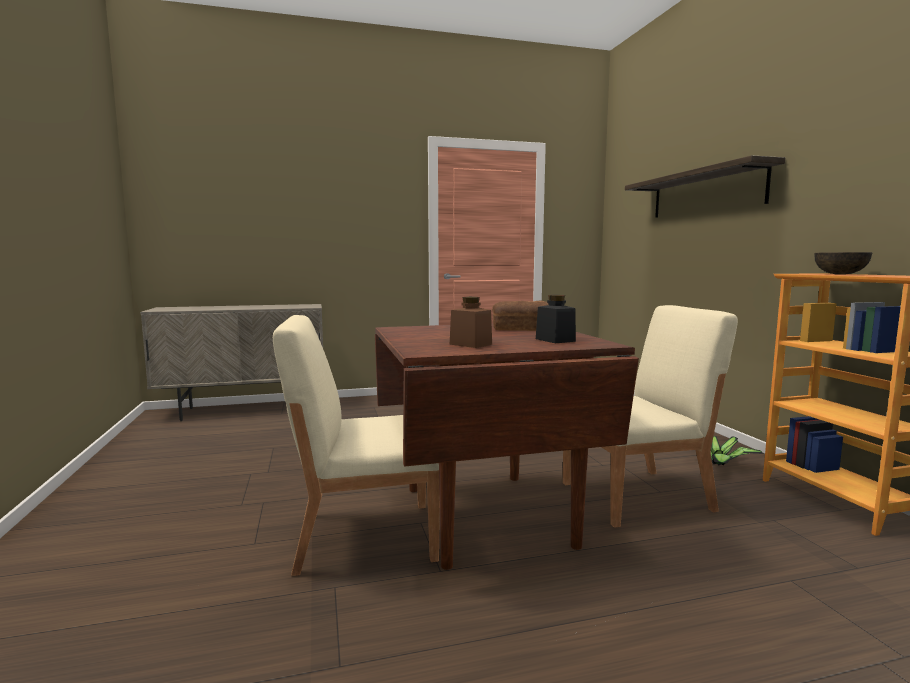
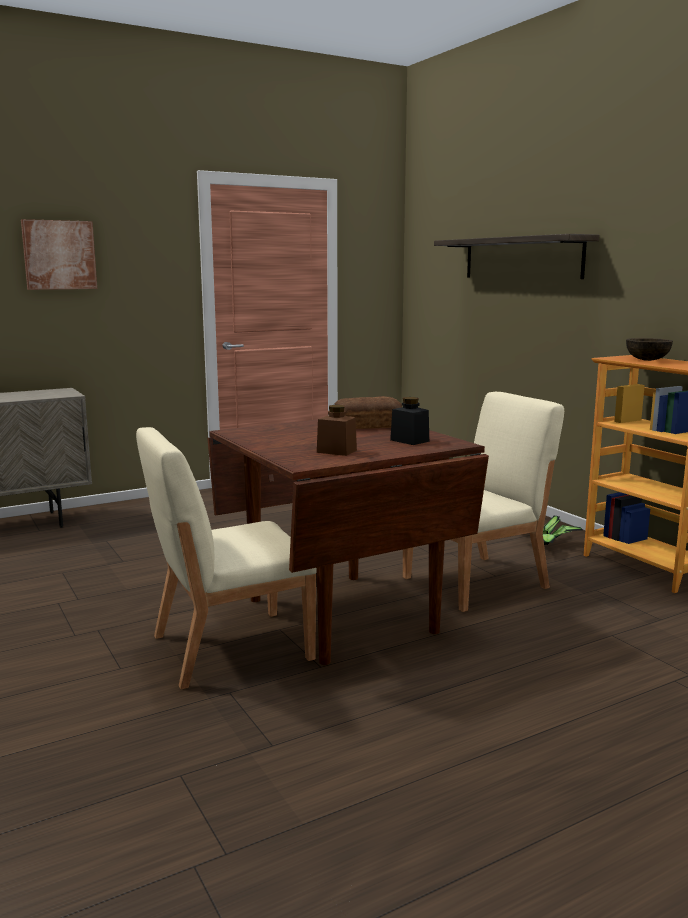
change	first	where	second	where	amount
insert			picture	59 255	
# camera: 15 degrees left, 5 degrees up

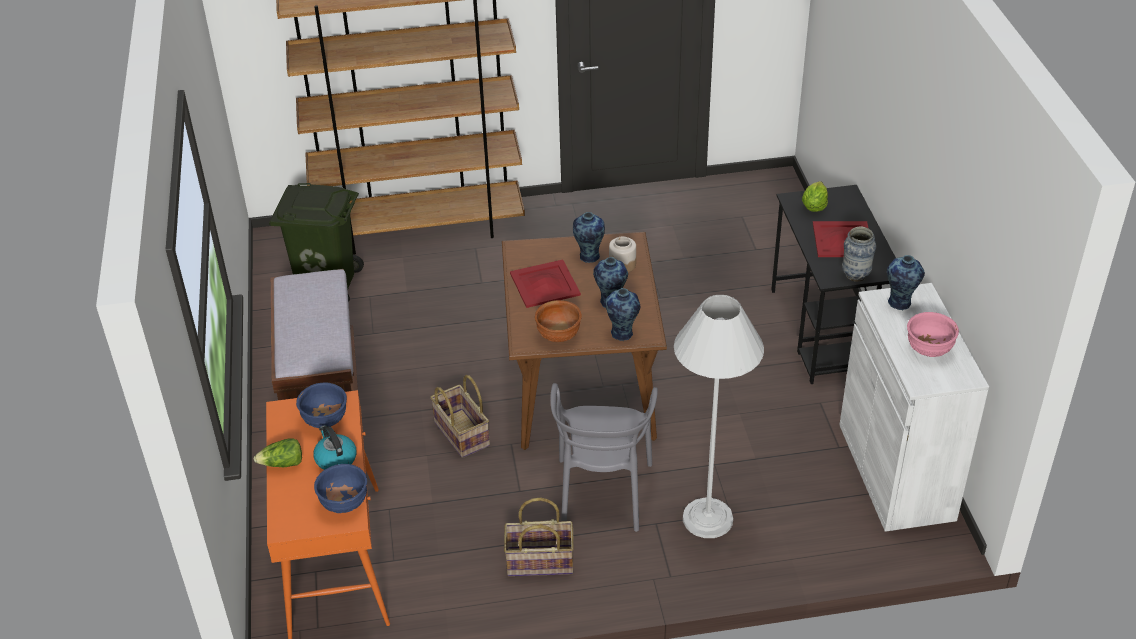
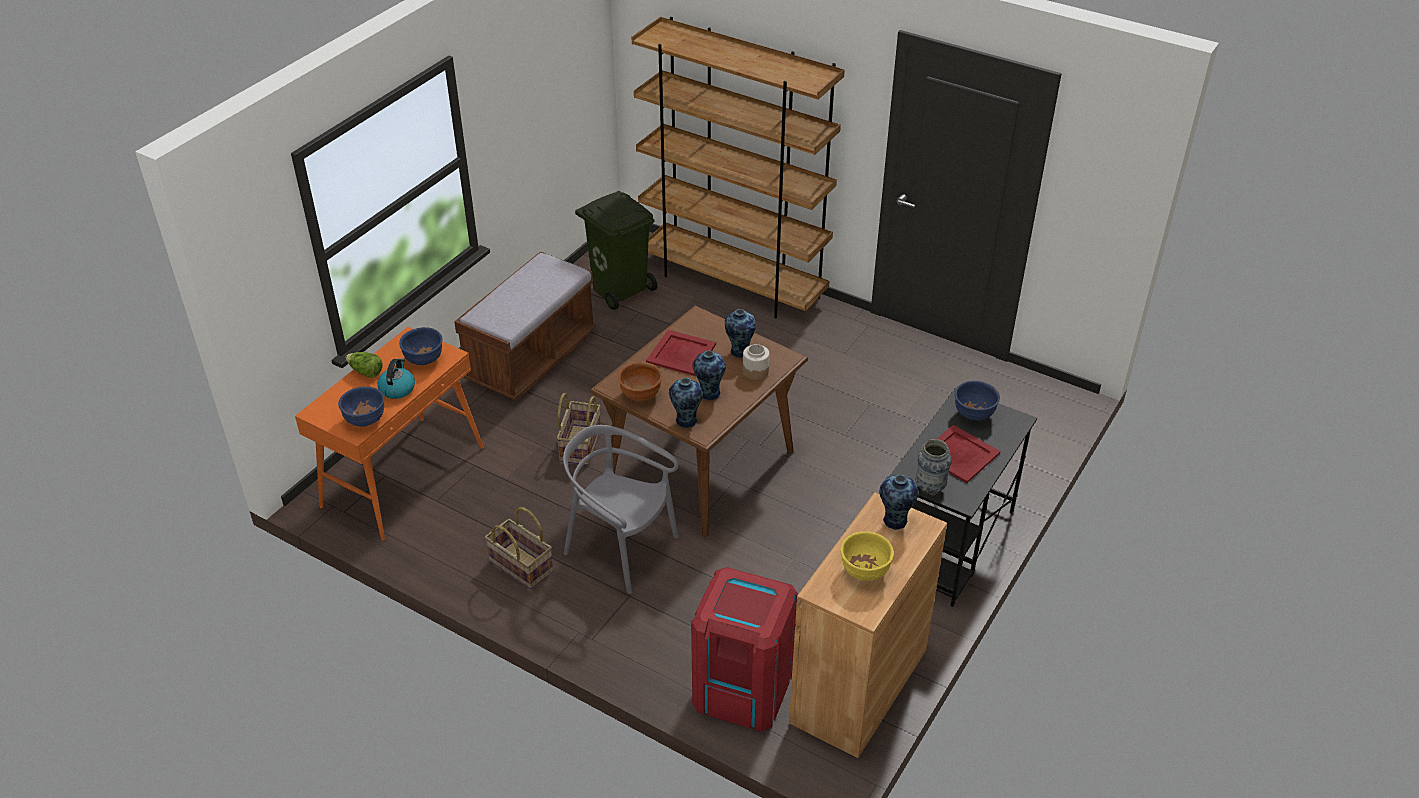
change	first	where	second	where	amount
delete	floor lamp (white)	708 518			
insert			trash can (red)	743 689	
replace	lettuce	814 206	bowl (blue)	973 414	
recolor	cabinet (white)	896 471	cabinet (brown)	859 686	
recolor	bowl (pink)	928 350	bowl (yellow)	864 571	
rotate	chair (grey)	603 493		620 549	75 degrees clockwise
# camera: 40 degrees right, 0 degrees up

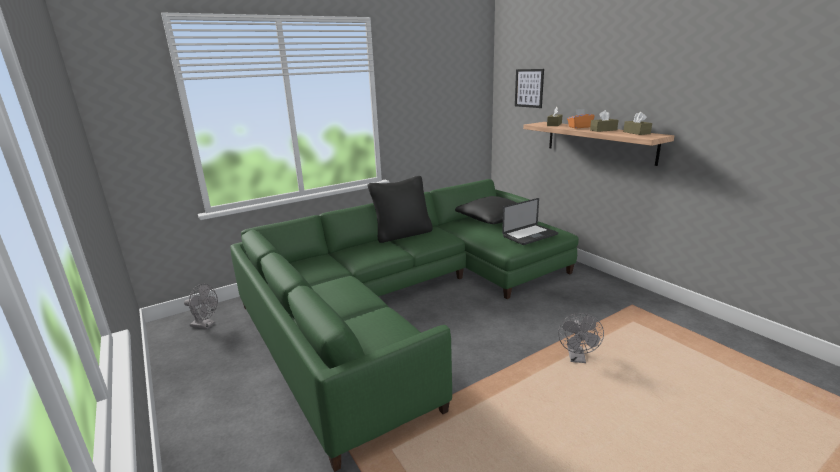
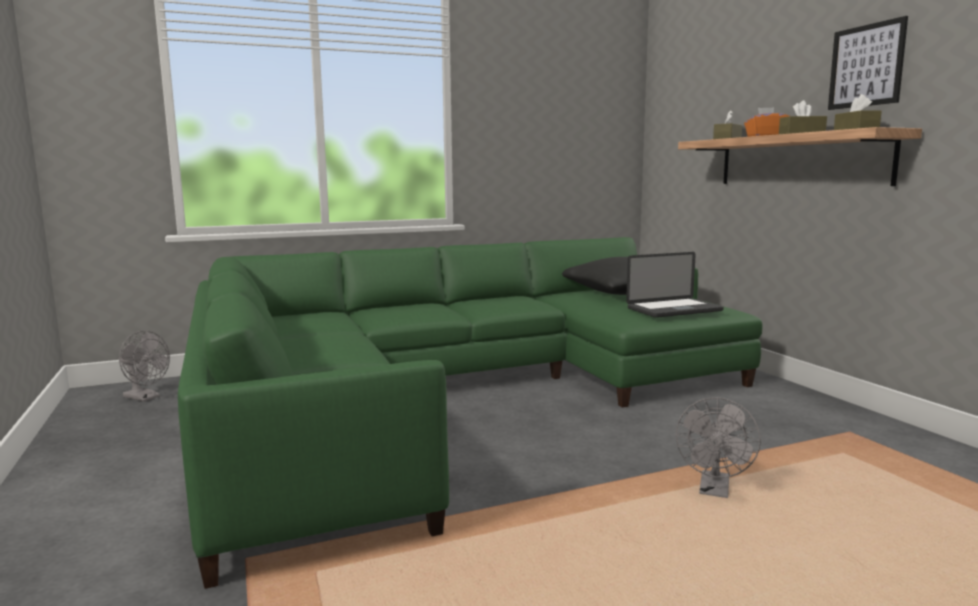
change	first	where	second	where	amount
delete	pillow (black)	402 234			
move	picture	529 88		866 66	
# camera: 10 degrees right, 10 degrees down

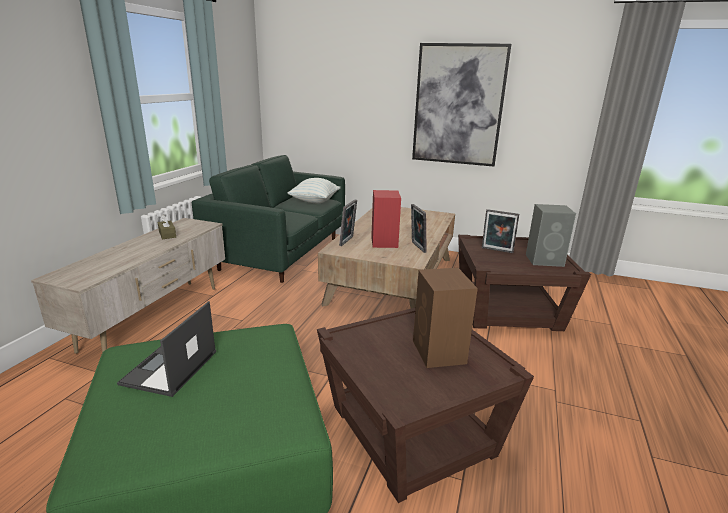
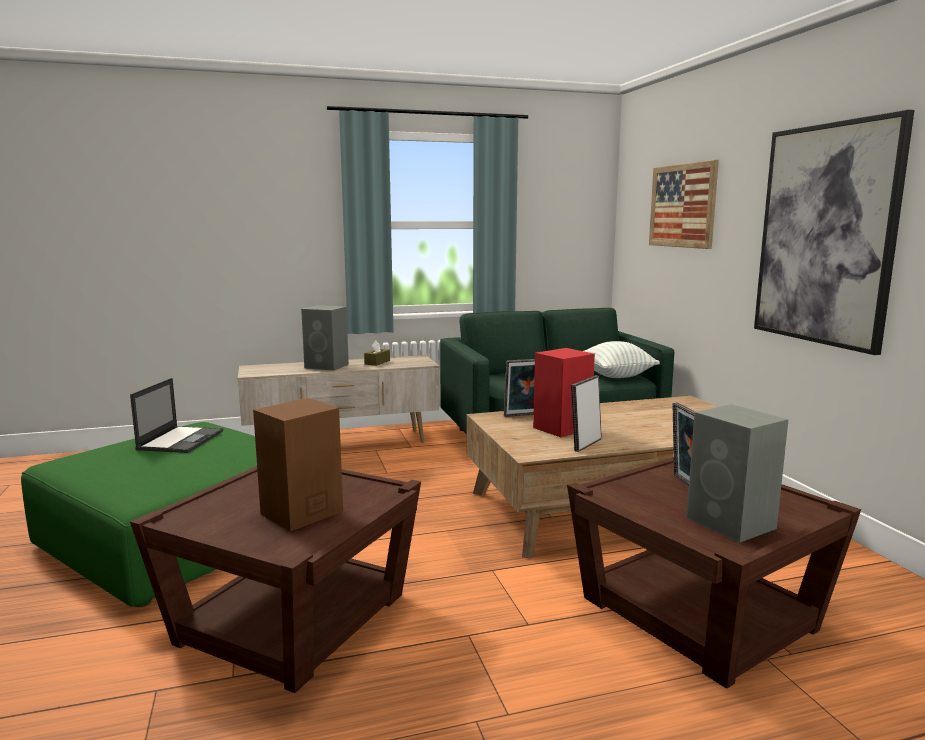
change	first	where	second	where	amount
insert			speaker (grey)	327 366	
insert			picture	682 206	
rotate	laptop	169 368		181 440	120 degrees clockwise
# camera: 55 degrees right, 10 degrees down

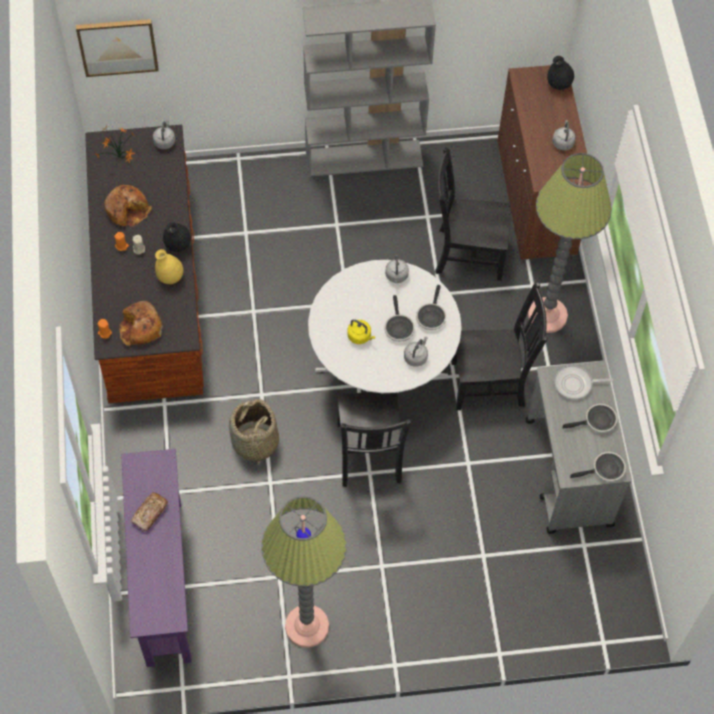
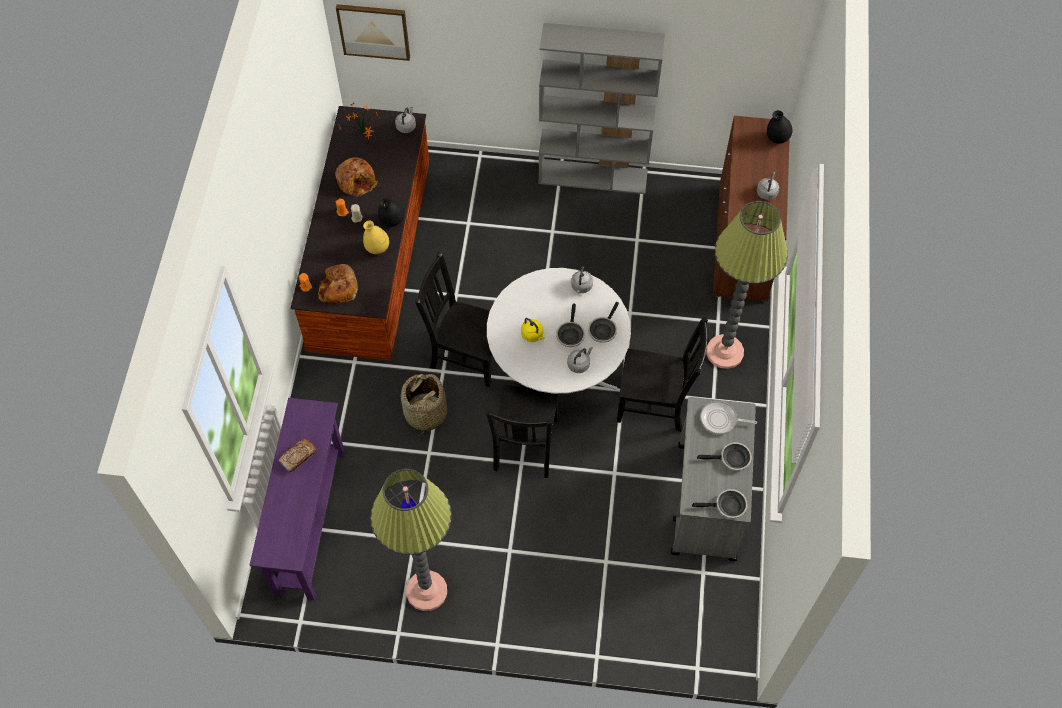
change	first	where	second	where	amount
move	chair (black)	467 253		466 354	
# camera: 15 degrees right, 0 degrees up

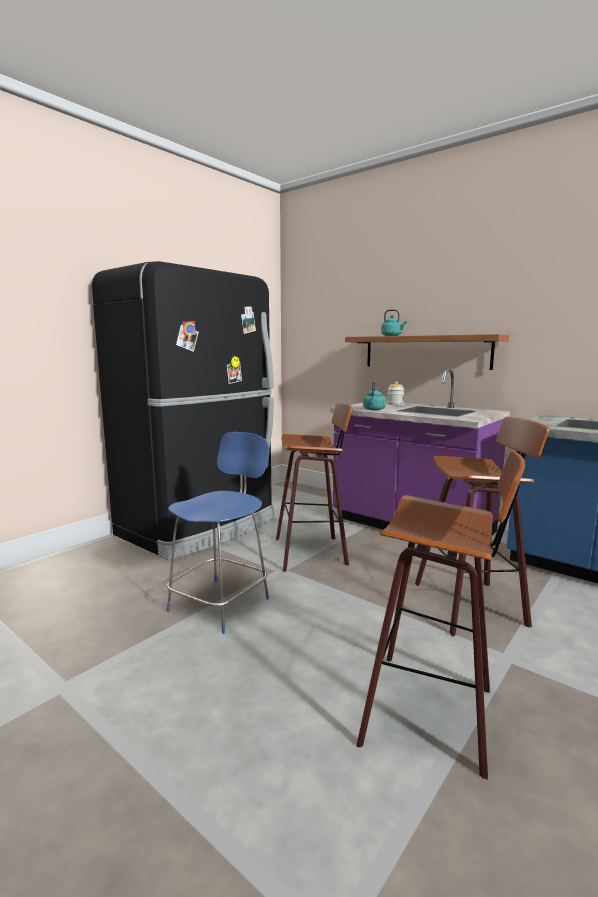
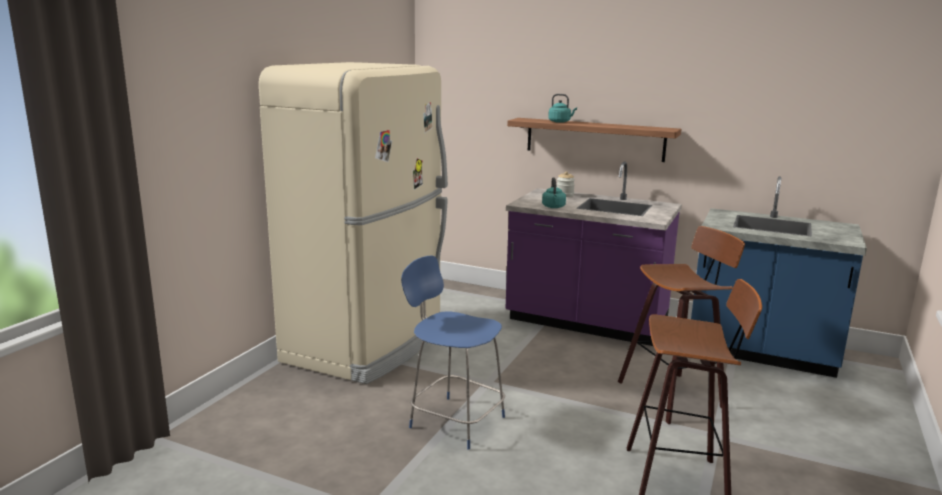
change	first	where	second	where	amount
delete	stool	313 551			
recolor	fridge (black)	199 527	fridge (beige)	368 343	
rotate	chair (blue)	222 603		454 421	75 degrees counterclockwise
# camera: 15 degrees left, 5 degrees up

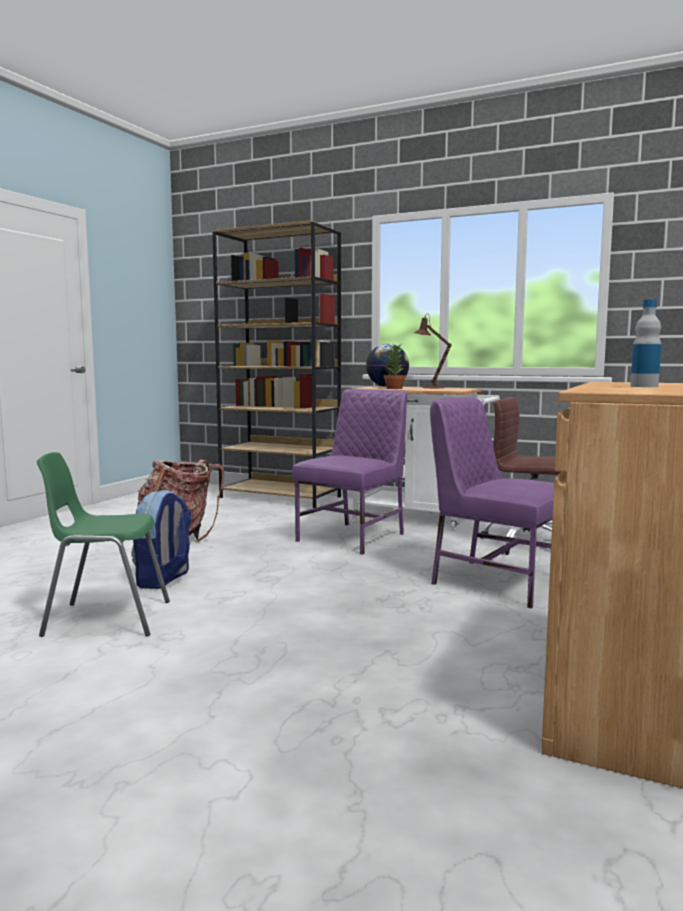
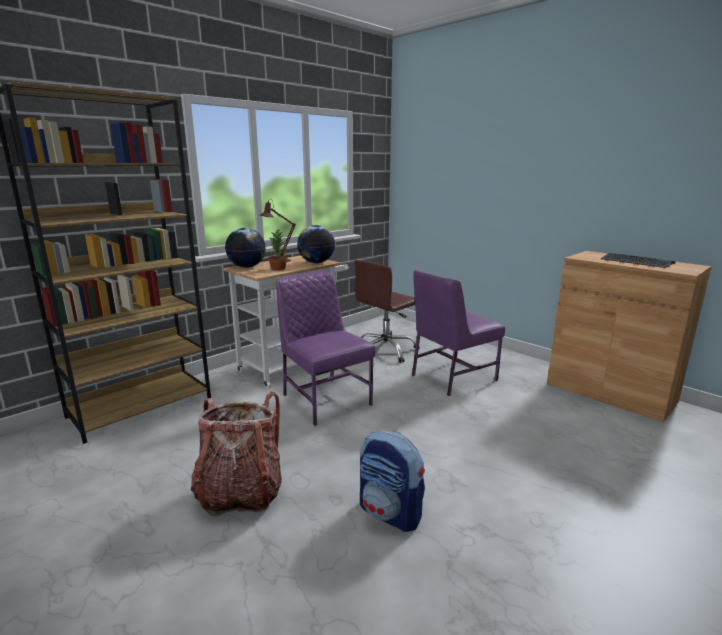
change	first	where	second	where	amount
delete	chair (green)	106 618			
insert			globe	316 262	
replace	bottle	644 386	keyboard	636 261	
# camera: 70 degrees left, 10 degrees up

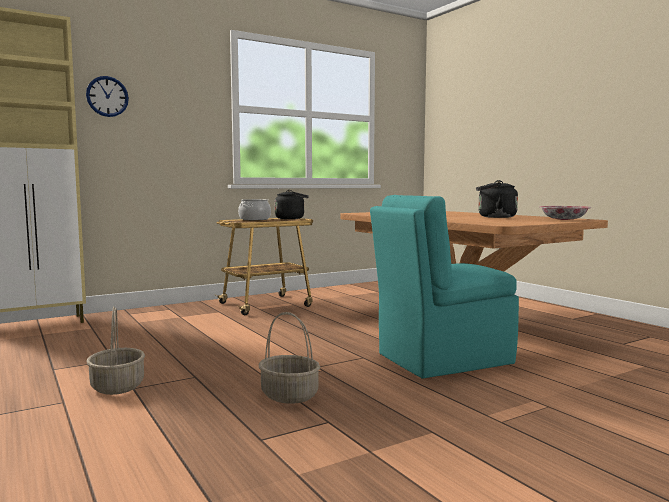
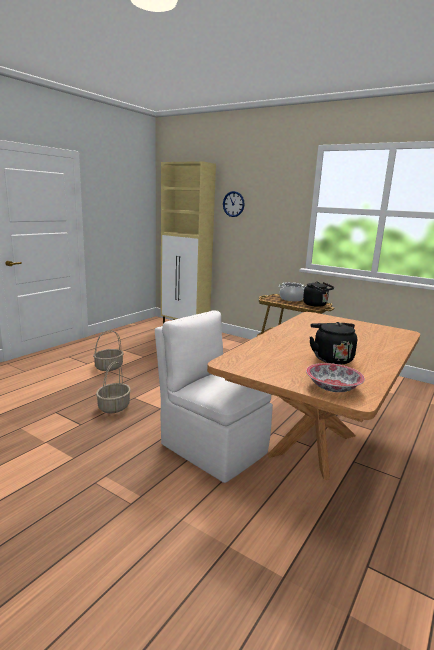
change	first	where	second	where	amount
recolor	chair (turquoise)	441 359	chair (white)	212 447	
# camera: 65 degrees right, 10 degrees up

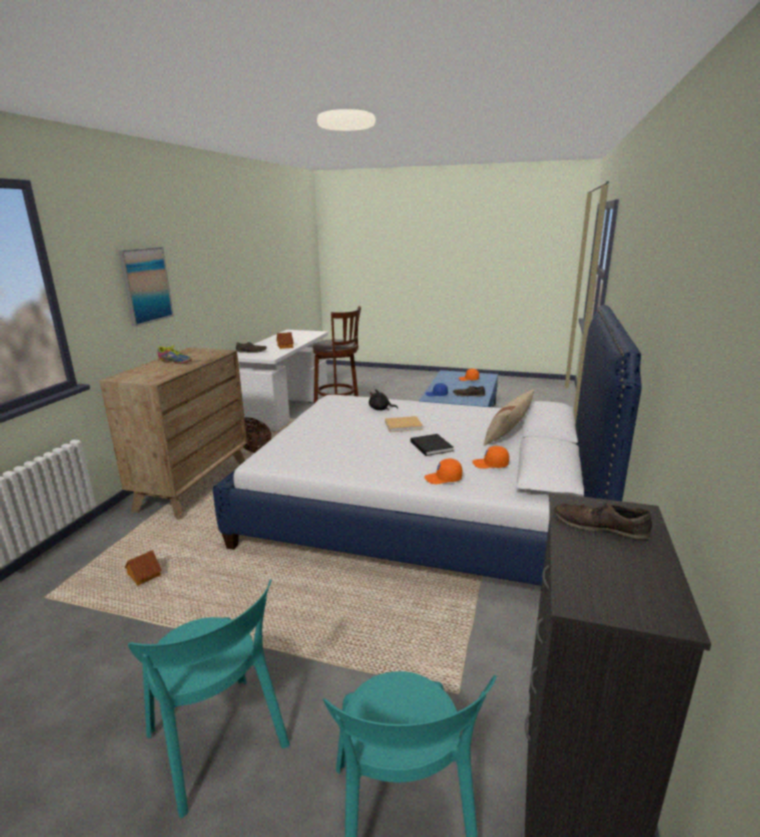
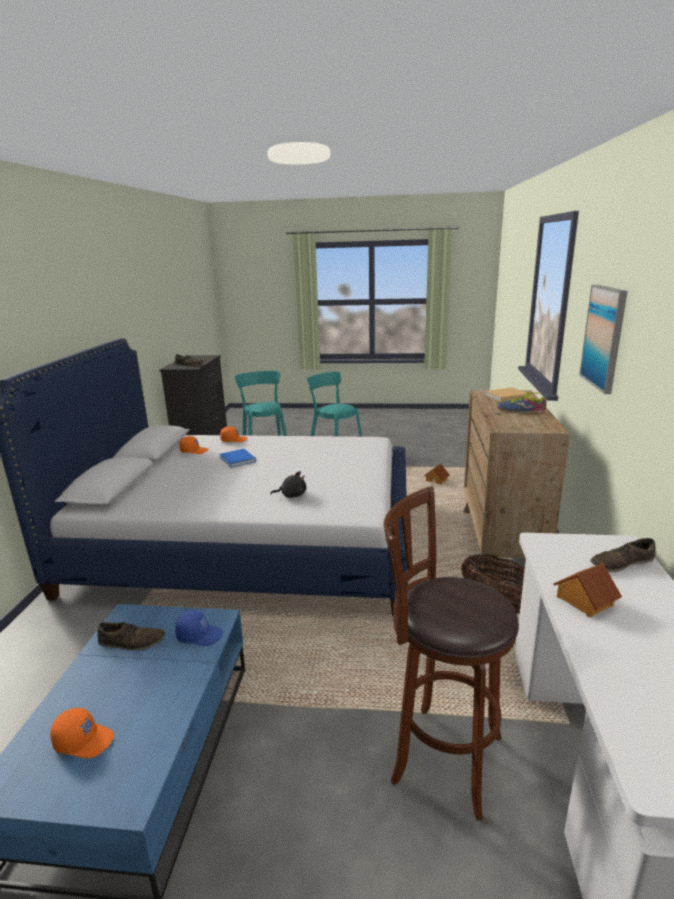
change	first	where	second	where	amount
delete	pillow (beige)	508 432			
move	book (beige)	404 425		505 396	
recolor	book (black)	431 446	book (blue)	238 460	
# camera: 170 degrees right, 0 degrees up

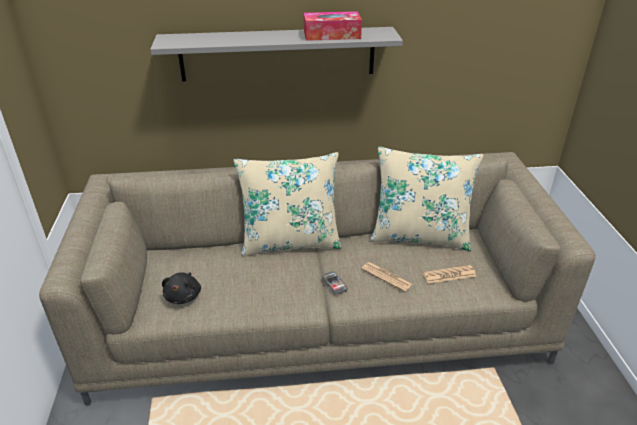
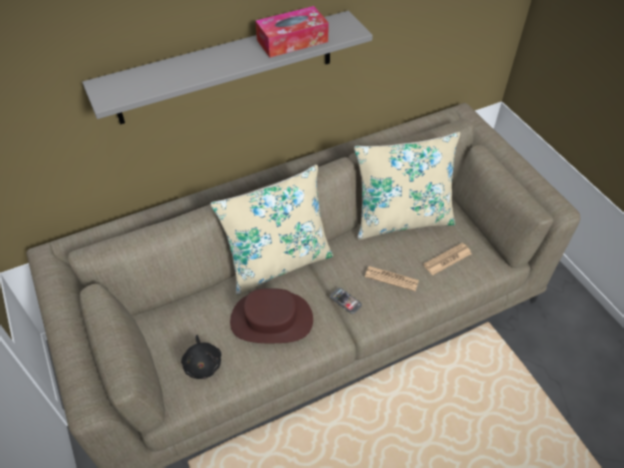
change	first	where	second	where	amount
insert			hat (brown)	271 320	
# camera: 20 degrees left, 15 degrees up

